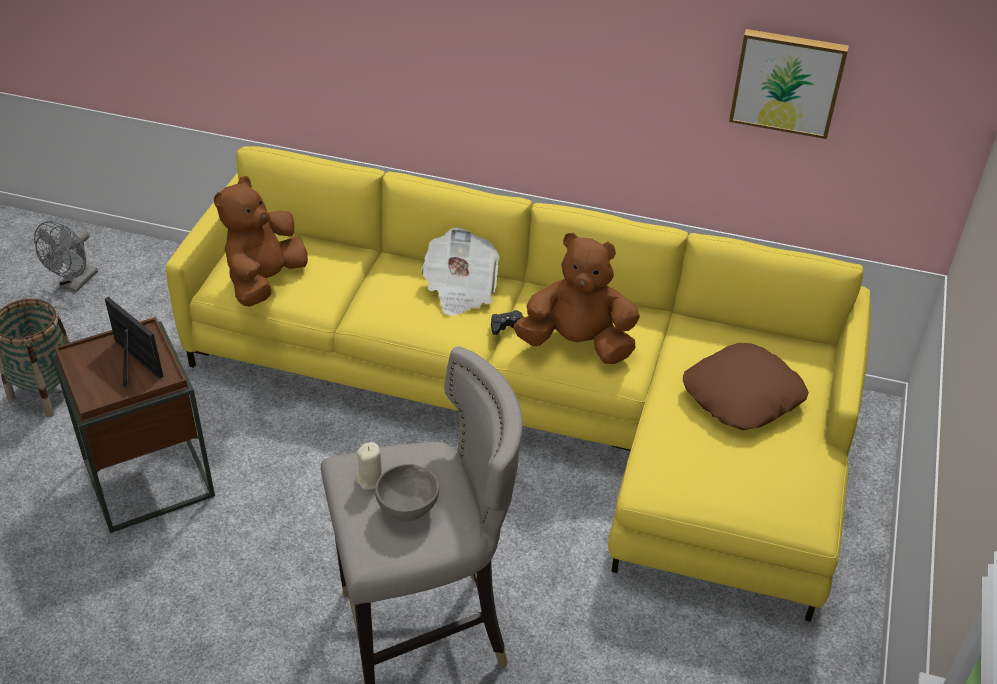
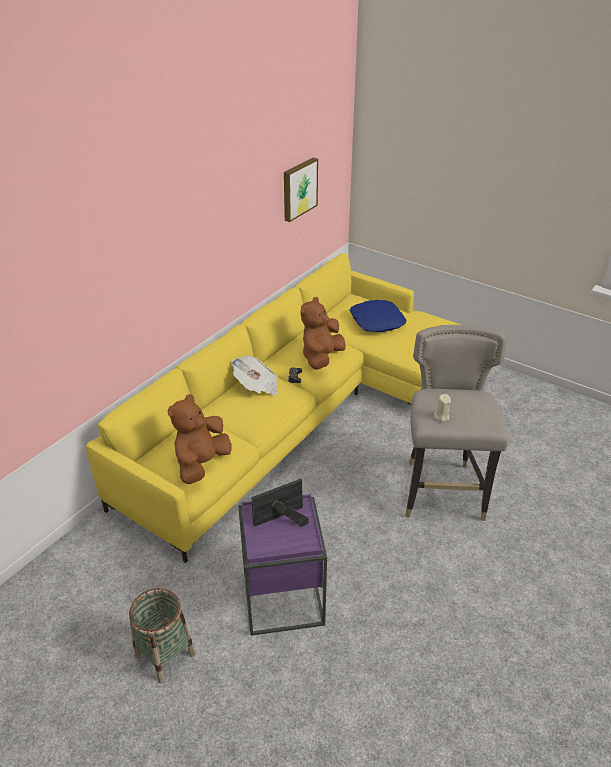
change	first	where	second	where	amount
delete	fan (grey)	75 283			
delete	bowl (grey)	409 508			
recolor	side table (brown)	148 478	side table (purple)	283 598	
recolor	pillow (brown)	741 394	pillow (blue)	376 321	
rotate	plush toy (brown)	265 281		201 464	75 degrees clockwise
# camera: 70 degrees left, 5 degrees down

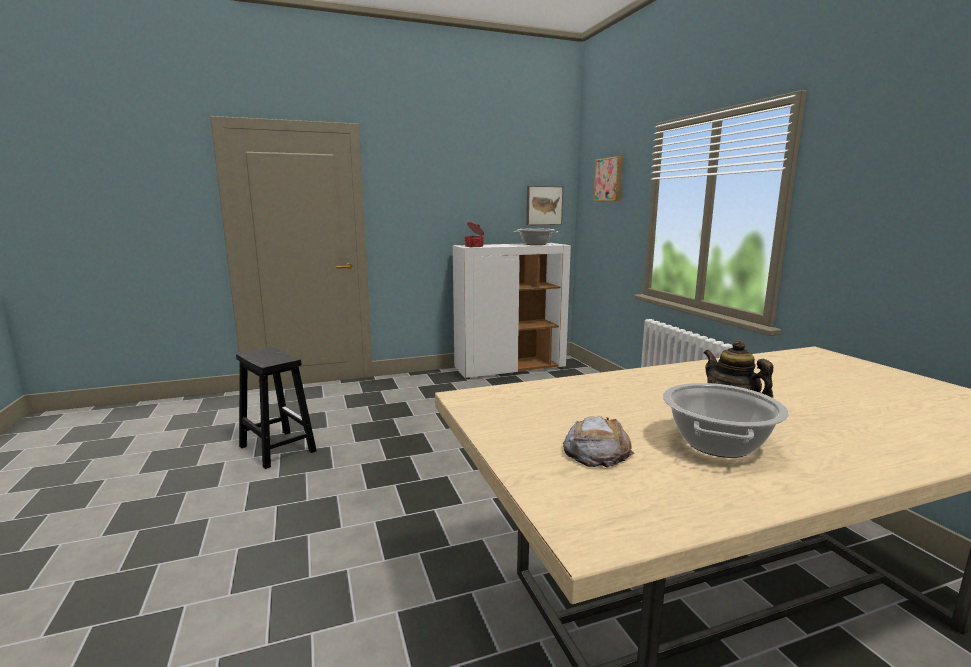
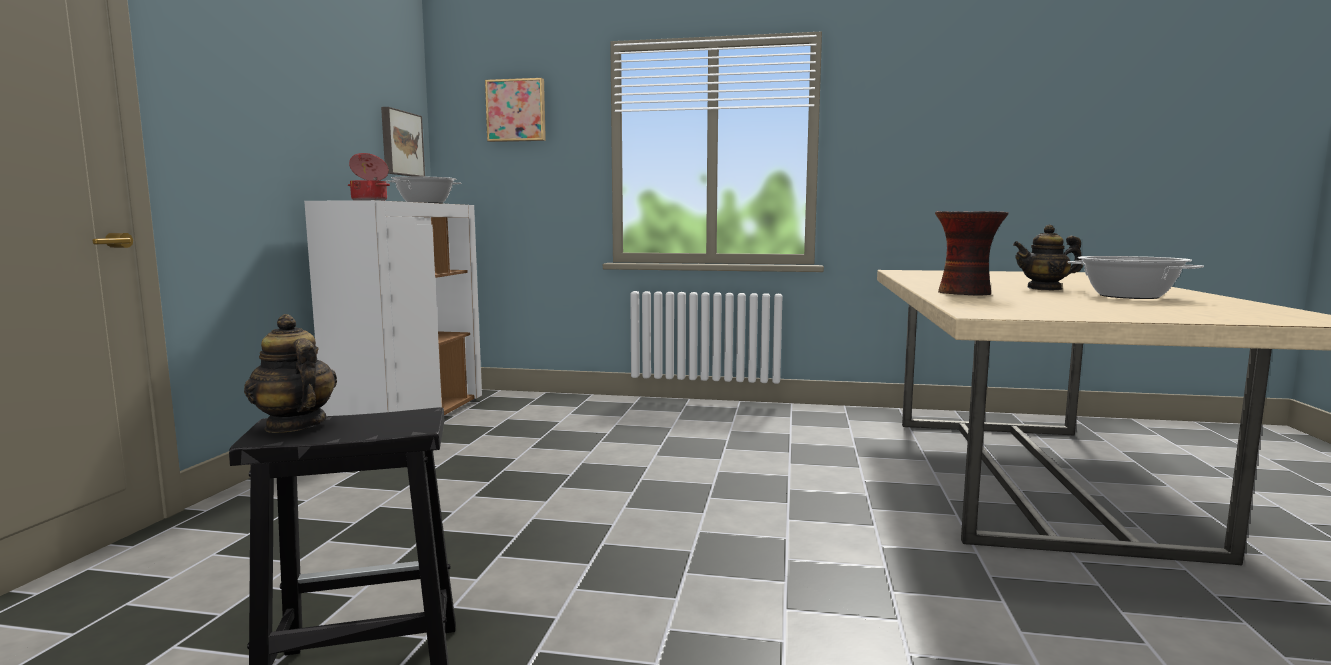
change	first	where	second	where	amount
delete	bread	596 451			
insert			teapot	295 425	
insert			vase	966 293	
# camera: 60 degrees left, 5 degrees down

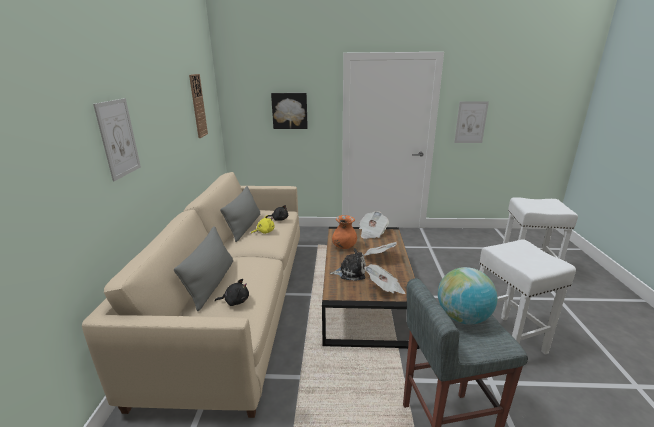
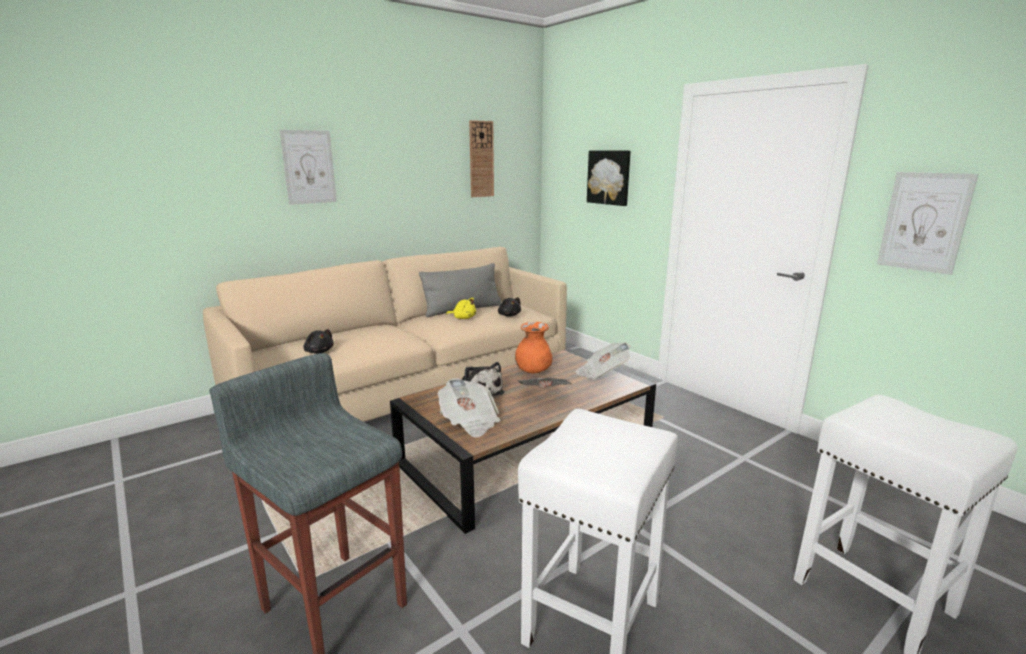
change	first	where	second	where	amount
delete	pillow (grey)	211 283			
delete	globe	463 317			
# camera: 50 degrees right, 5 degrees down

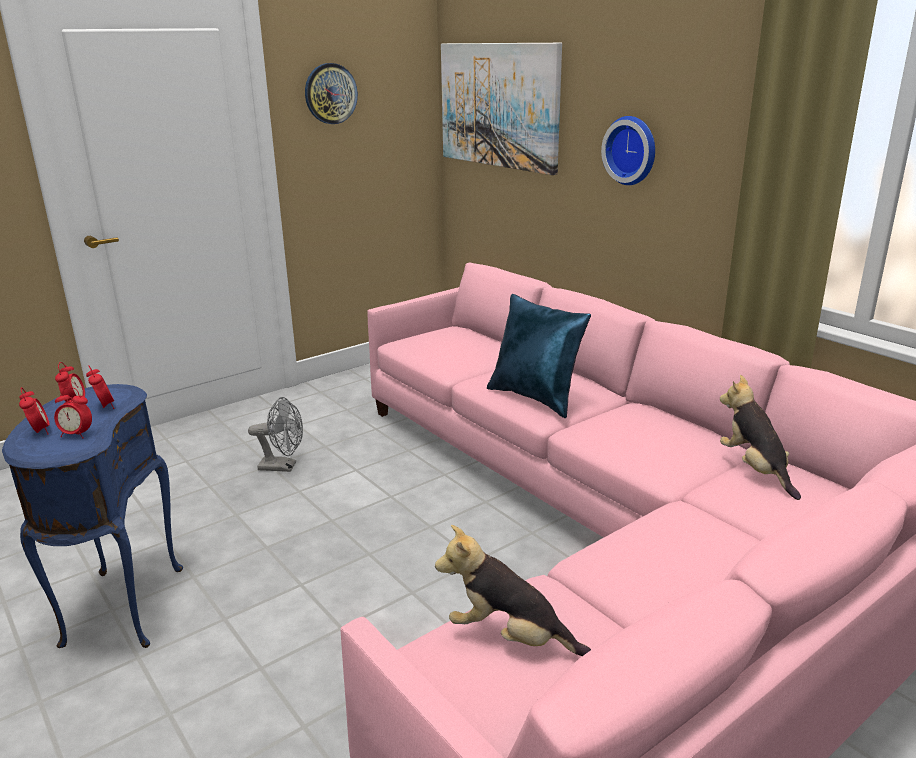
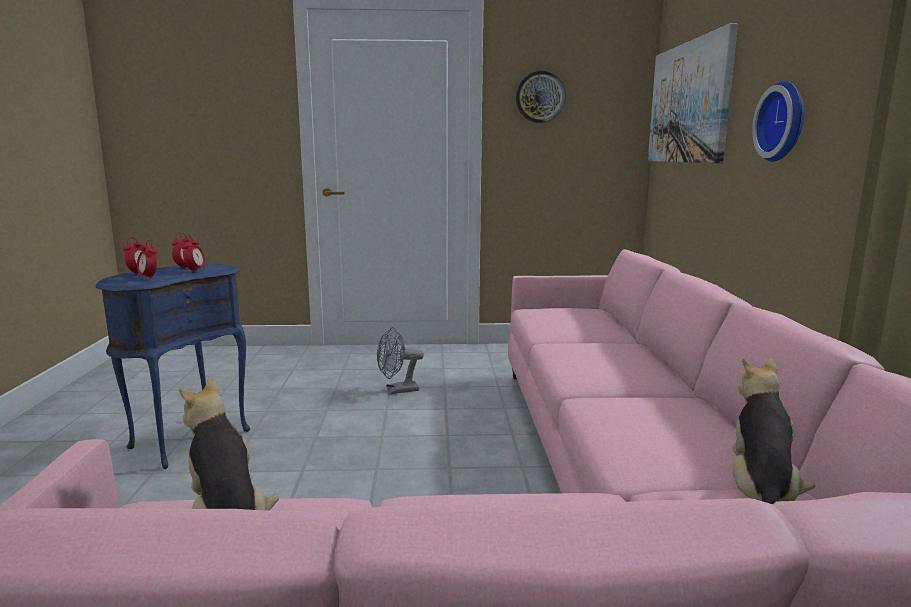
change	first	where	second	where	amount
delete	pillow (blue)	536 398			
rotate	fan (grey)	283 466		397 390	120 degrees clockwise
# camera: 35 degrees right, 10 degrees down

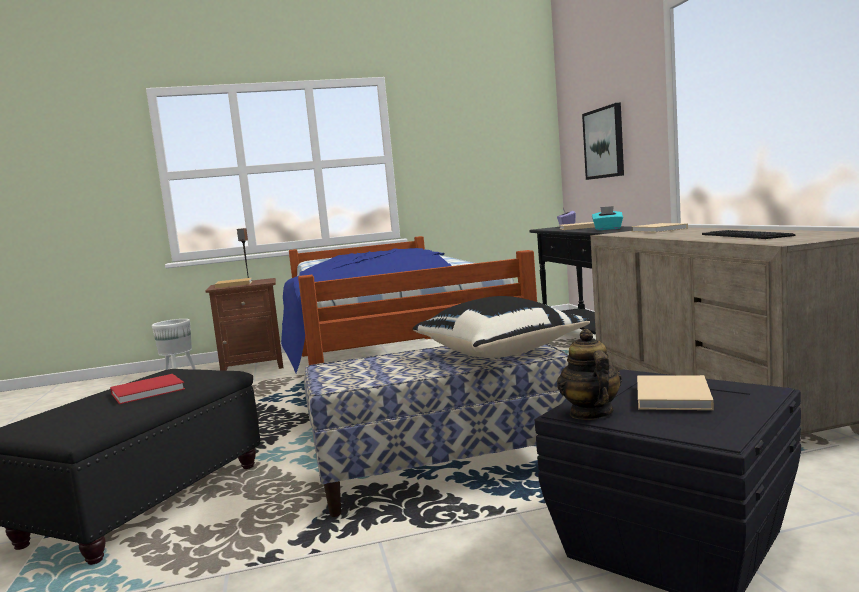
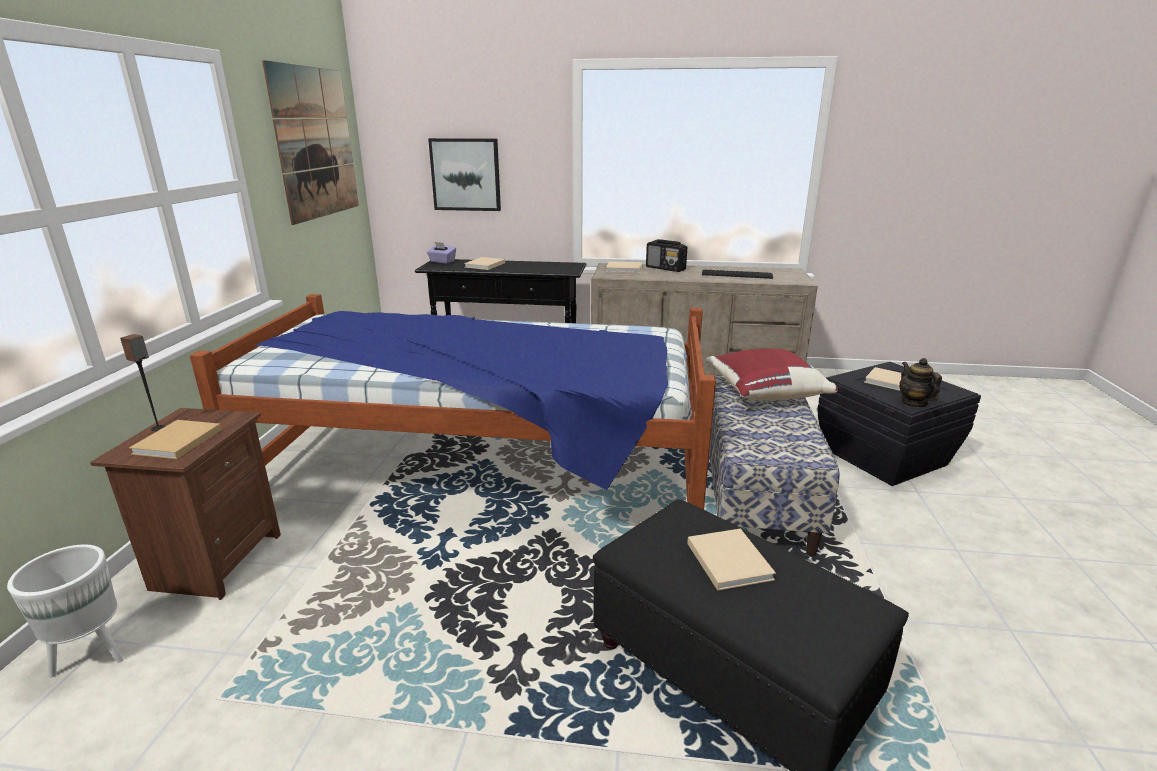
change	first	where	second	where	amount
delete	tissue box (turquoise)	608 229			
insert			picture	315 143	
insert			radio	666 268	
recolor	book (red)	150 391	book (beige)	728 559	
recolor	pillow (black)	499 352	pillow (red)	764 392	
rotate	teapot	590 413		913 403	60 degrees clockwise
# camera: 70 degrees left, 15 degrees up

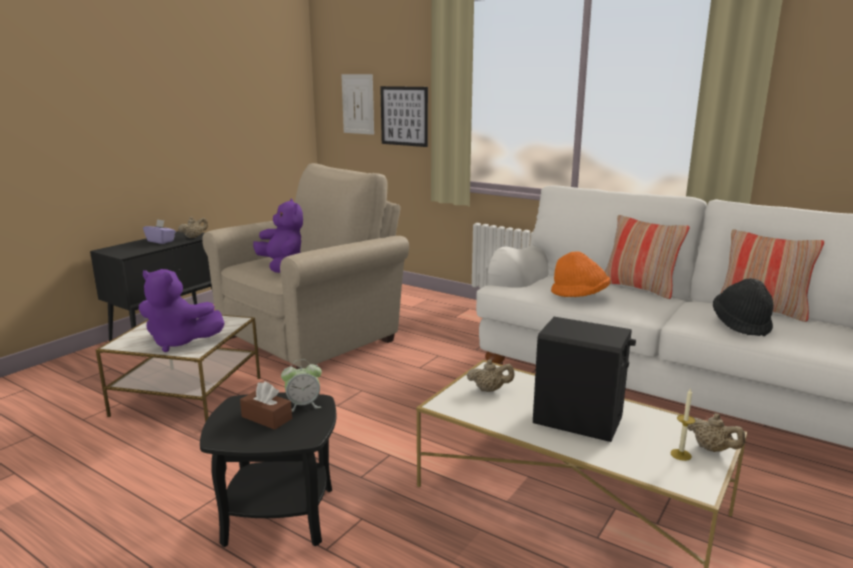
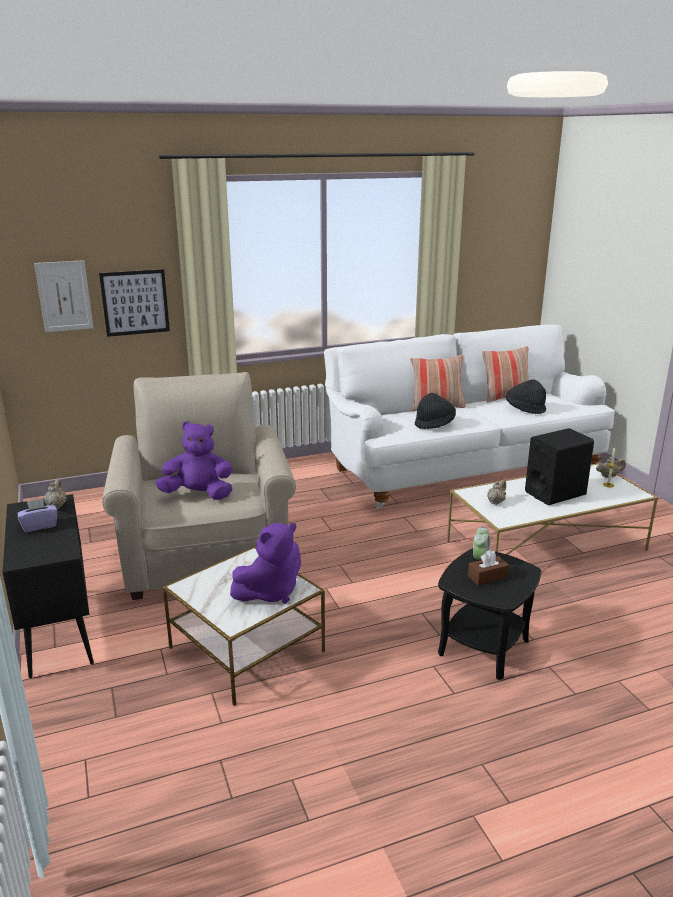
change	first	where	second	where	amount
recolor	hat (orange)	580 296	hat (black)	434 424	
# camera: 55 degrees left, 5 degrees up

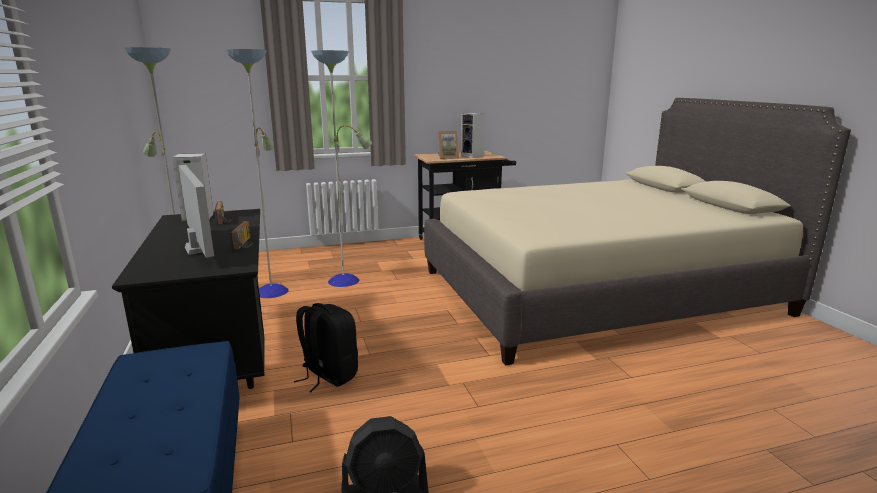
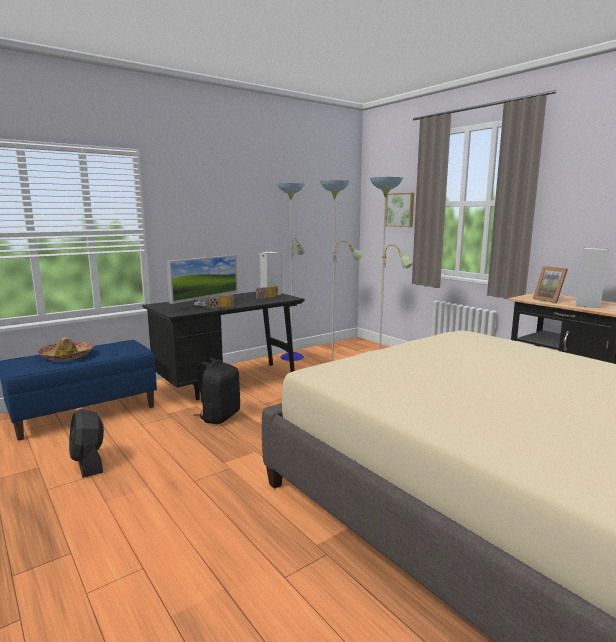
change	first	where	second	where	amount
insert			hat	67 356	
insert			picture	400 210	
# camera: 70 degrees right, 5 degrees down

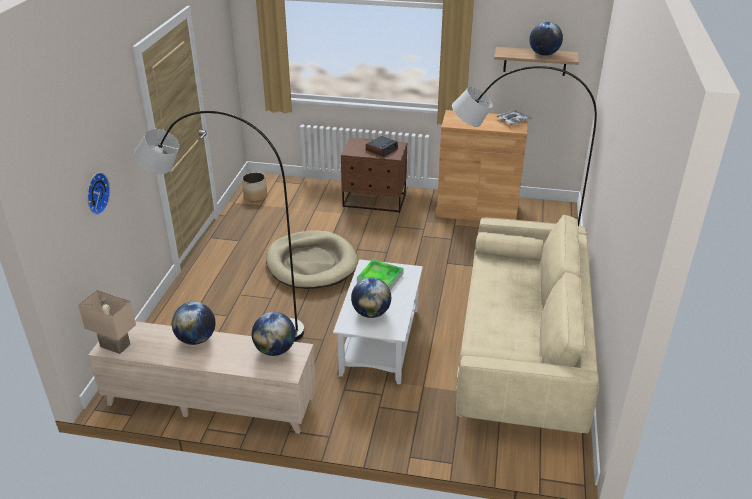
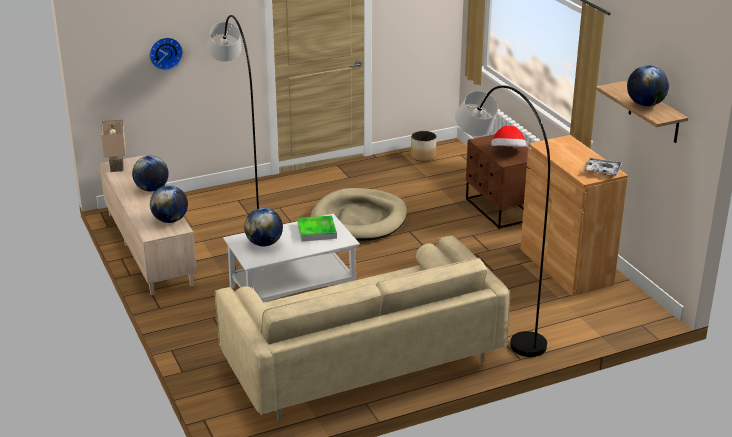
change	first	where	second	where	amount
replace	alarm clock	381 149	hat	508 152	
# camera: 55 degrees right, 5 degrees down

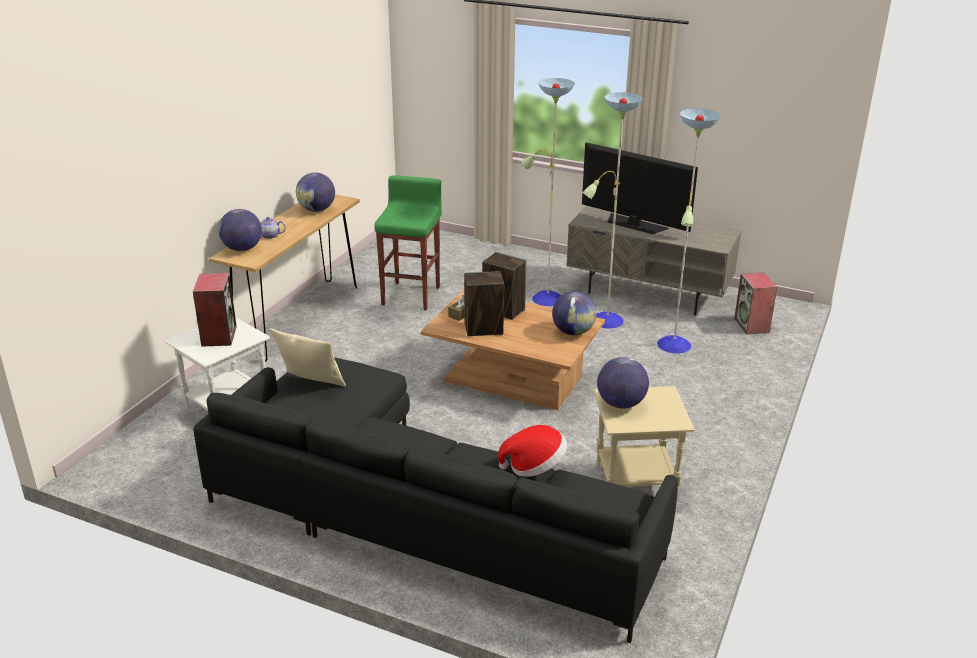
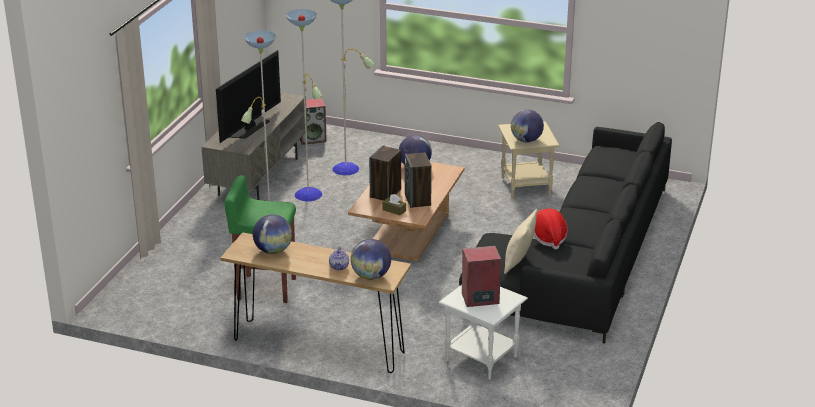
change	first	where	second	where	amount
move	hat	534 466		548 238	
# camera: 95 degrees left, 0 degrees up

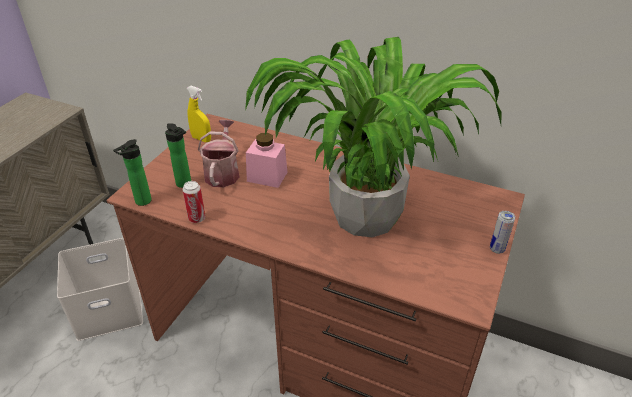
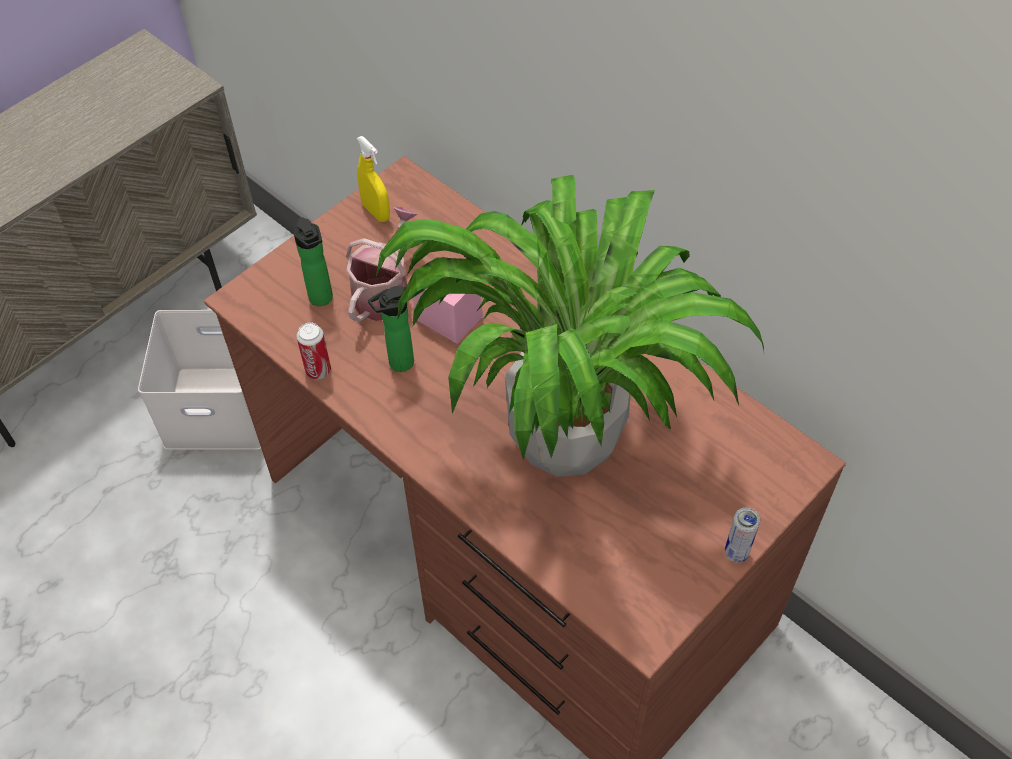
change	first	where	second	where	amount
move	bottle	141 202		397 364	
# camera: 20 degrees right, 15 degrees up

